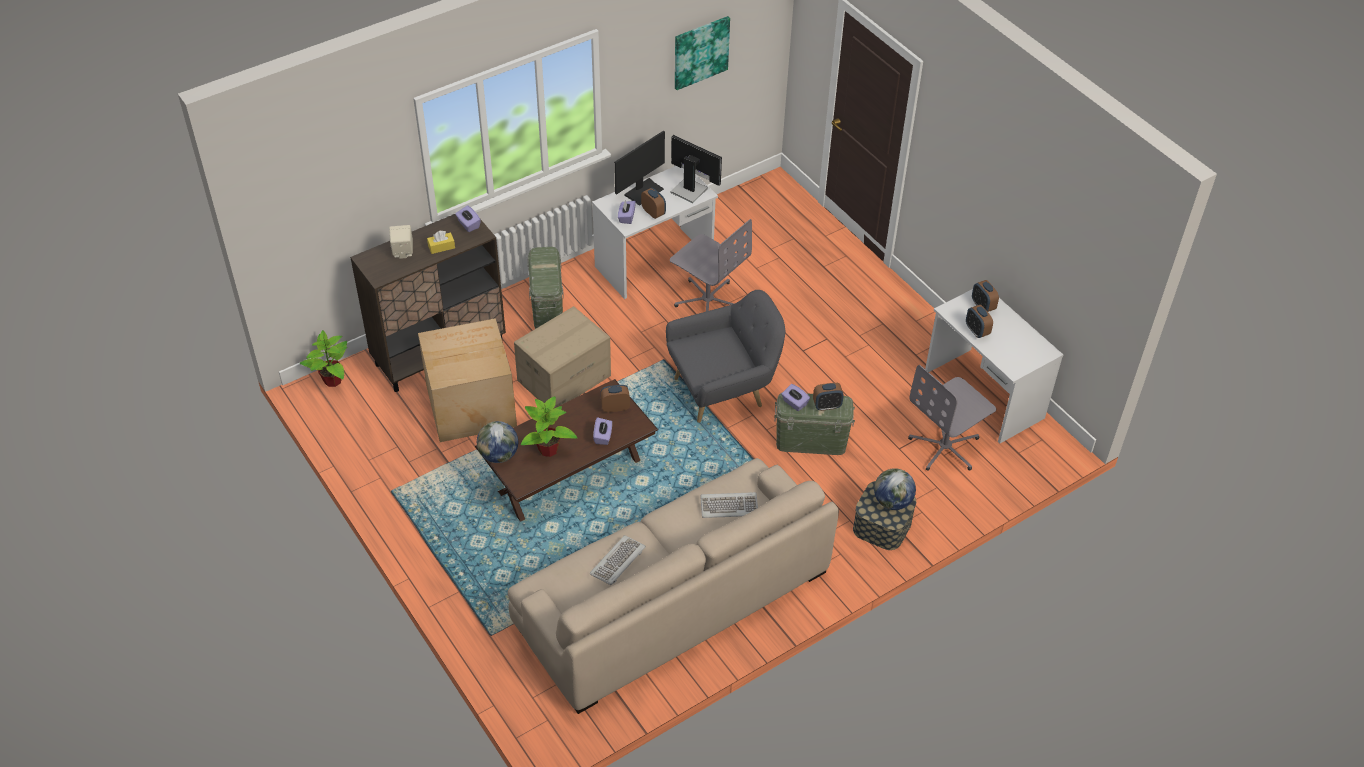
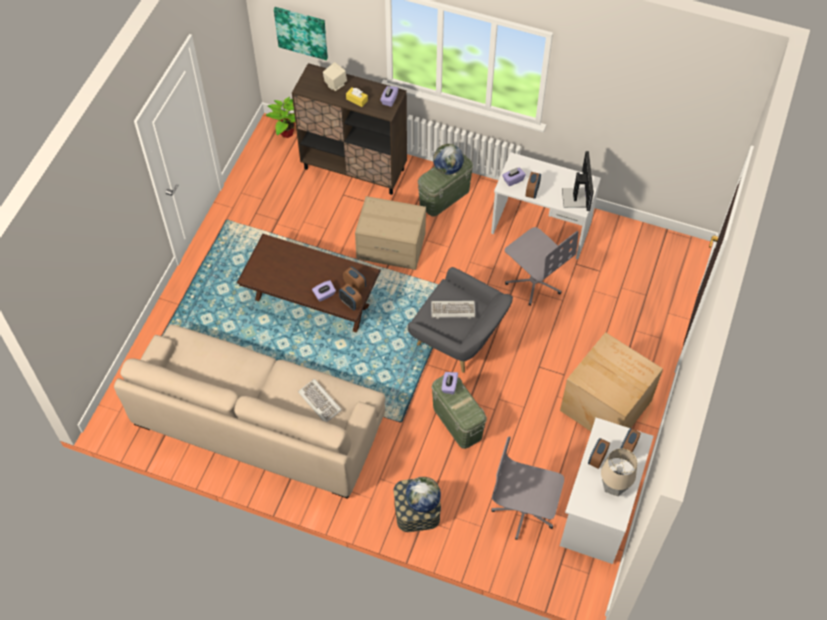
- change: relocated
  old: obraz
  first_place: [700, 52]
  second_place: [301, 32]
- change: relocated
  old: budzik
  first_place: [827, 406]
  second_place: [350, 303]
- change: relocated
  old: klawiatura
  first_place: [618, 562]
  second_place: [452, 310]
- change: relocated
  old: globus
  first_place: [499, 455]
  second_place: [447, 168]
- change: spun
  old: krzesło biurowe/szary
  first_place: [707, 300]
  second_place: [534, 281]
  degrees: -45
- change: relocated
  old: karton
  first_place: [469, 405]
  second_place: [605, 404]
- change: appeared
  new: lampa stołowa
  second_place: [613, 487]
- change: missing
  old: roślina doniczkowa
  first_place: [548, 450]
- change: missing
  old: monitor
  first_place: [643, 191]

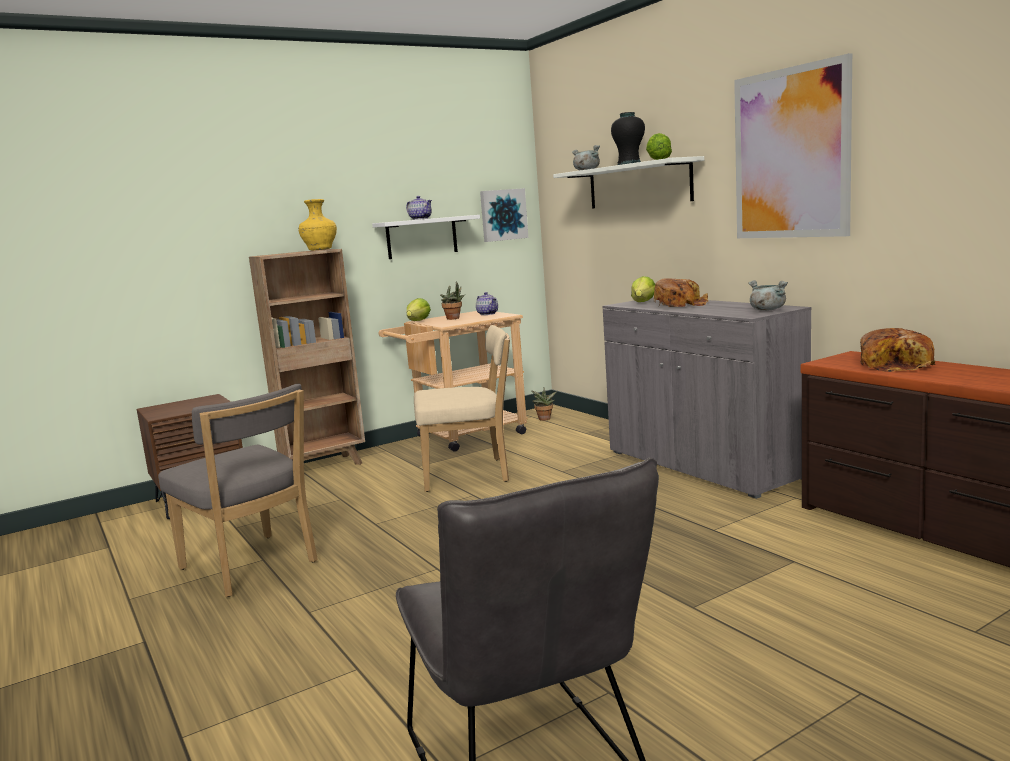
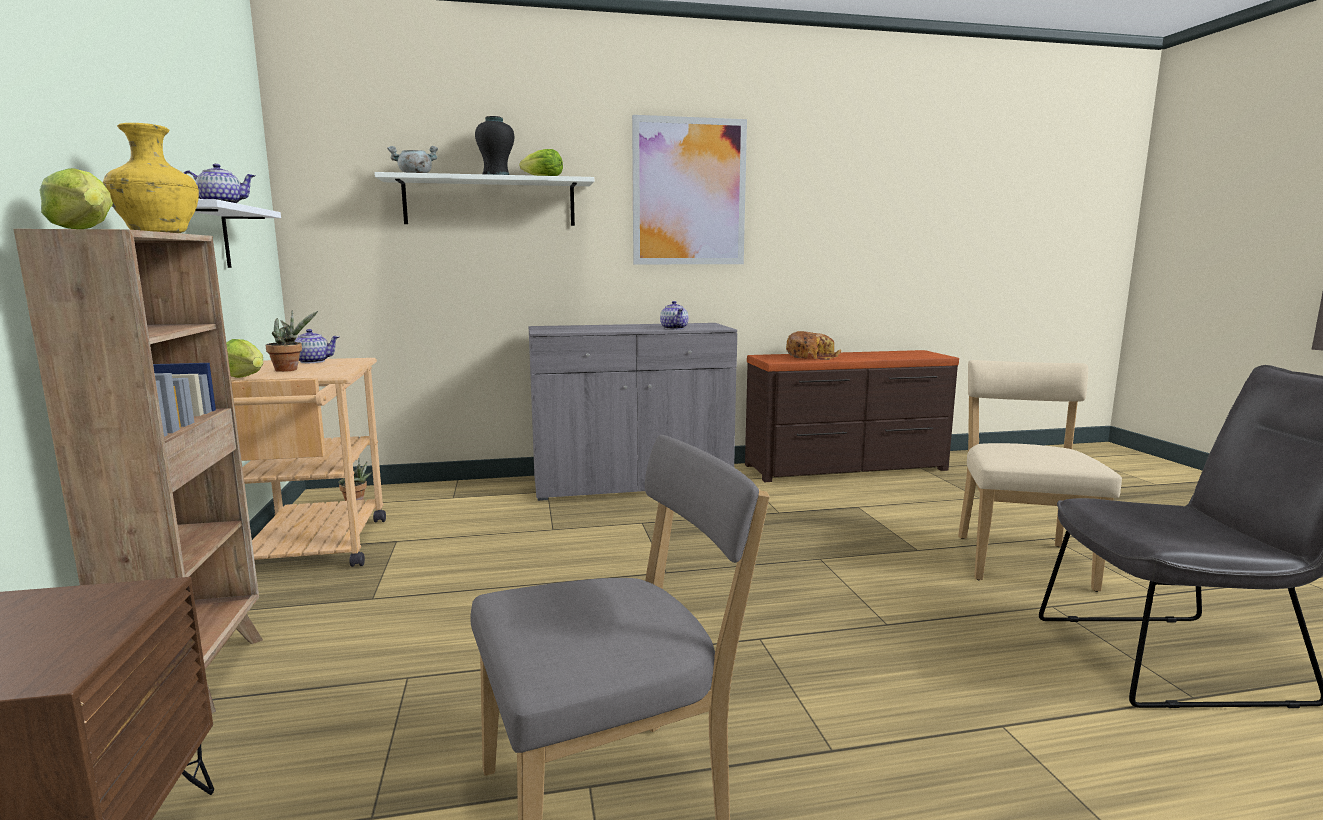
- change: relocated
  old: sałata
  first_place: [643, 302]
  second_place: [85, 229]
- change: appeared
  new: imbryk
  second_place: [674, 328]
- change: relocated
  old: krzesło/beżowy
  first_place: [469, 474]
  second_place: [1020, 559]
- change: missing
  old: obraz
  first_place: [503, 215]
- change: missing
  old: chleb
  first_place: [680, 304]
- change: missing
  old: garnek/szary
  first_place: [766, 310]

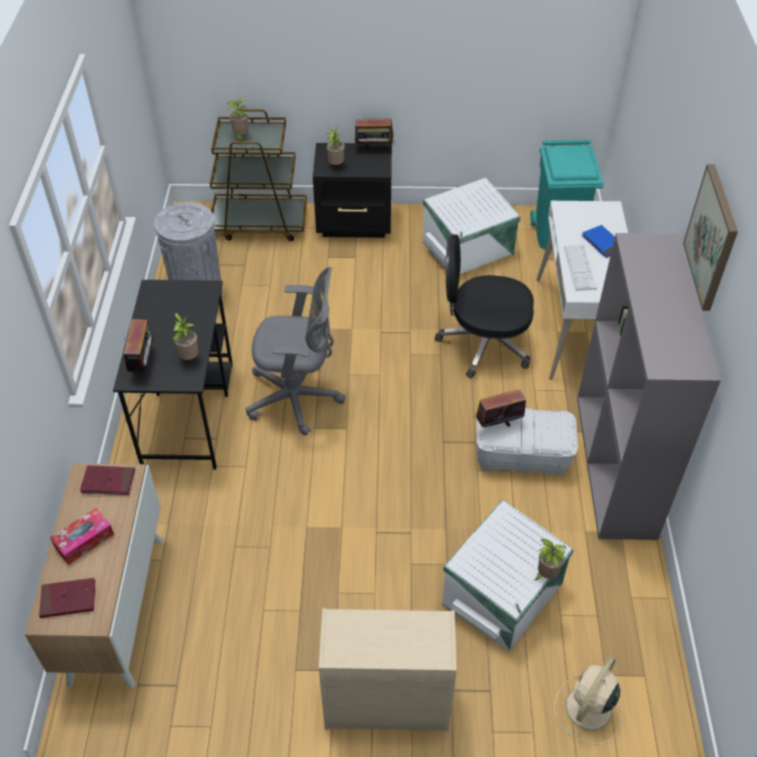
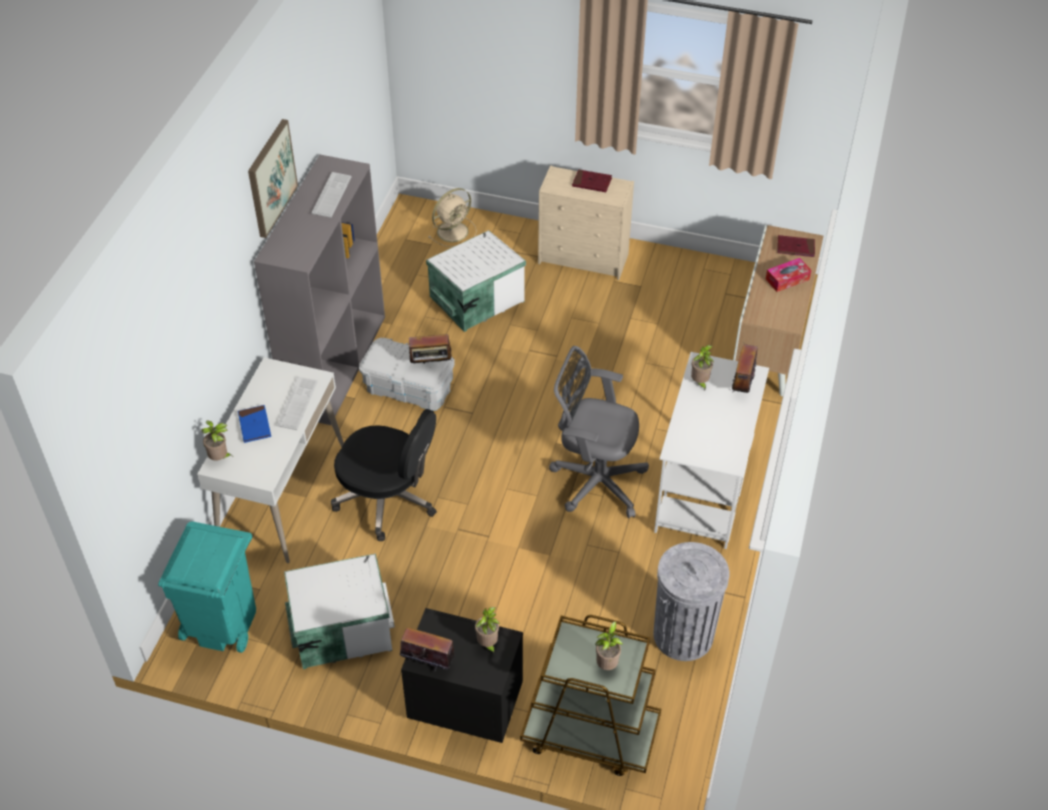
- change: relocated
  old: roślina doniczkowa
  first_place: [545, 574]
  second_place: [220, 458]
- change: appeared
  new: klawiatura
  second_place: [331, 195]
- change: relocated
  old: książka/czerwony
  first_place: [108, 482]
  second_place: [592, 183]
- change: colour
  old: biurko/czarny
  new: biurko/biały
  first_place: [189, 413]
  second_place: [703, 489]

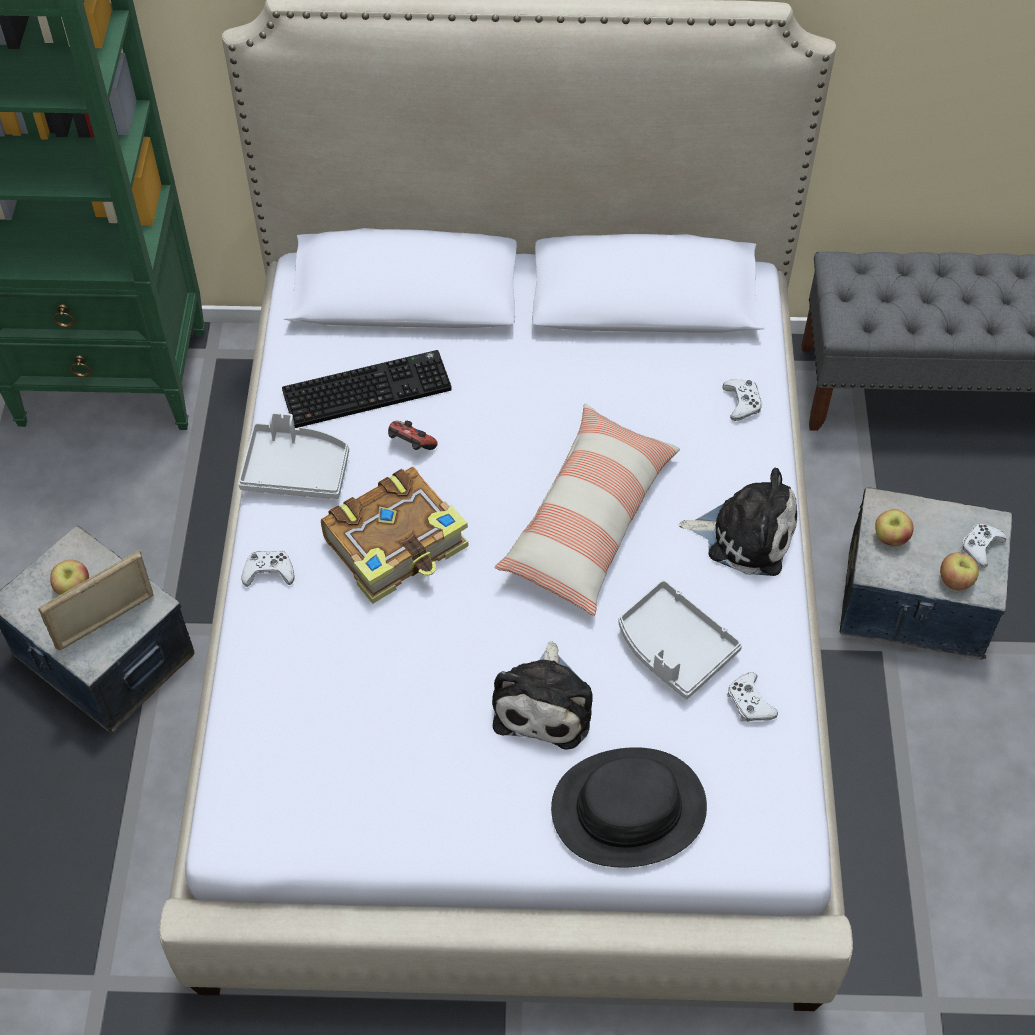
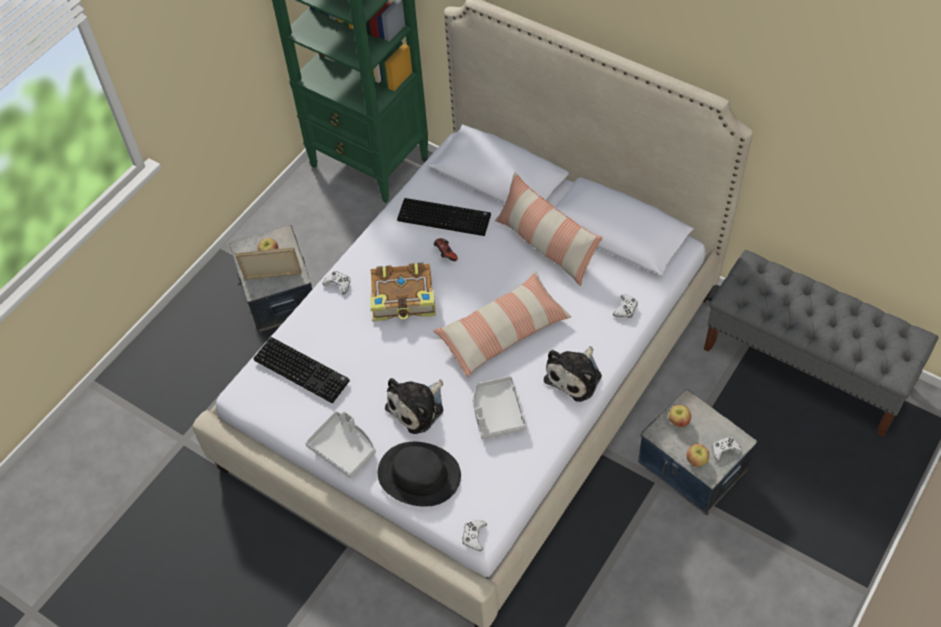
- change: appeared
  new: klawiatura
  second_place: [303, 370]
- change: relocated
  old: taca/szary
  first_place: [296, 470]
  second_place: [344, 448]
- change: relocated
  old: pad do gier/biały
  first_place: [749, 703]
  second_place: [474, 536]
- change: appeared
  new: poduszka
  second_place: [545, 245]
- change: spun
  old: pluszak
  first_place: [745, 534]
  second_place: [575, 376]
  degrees: 75

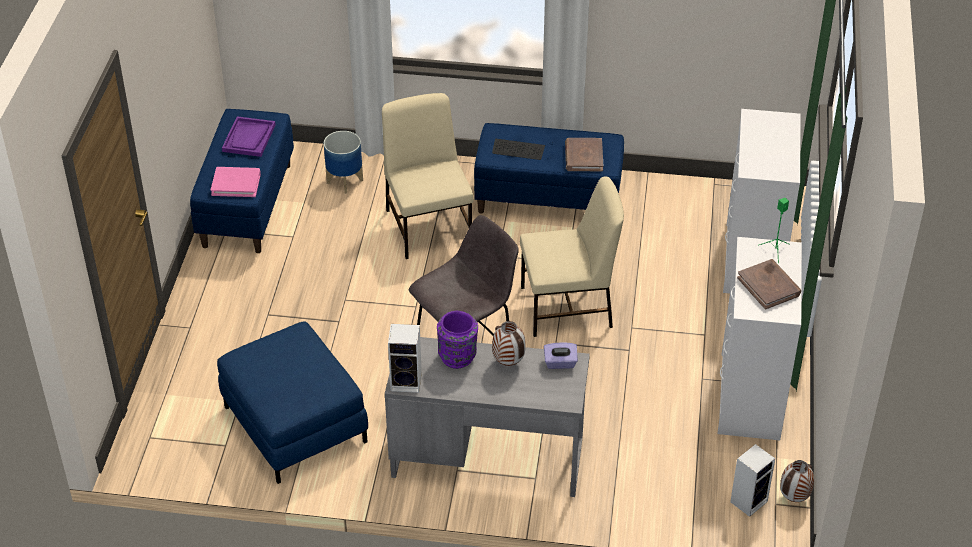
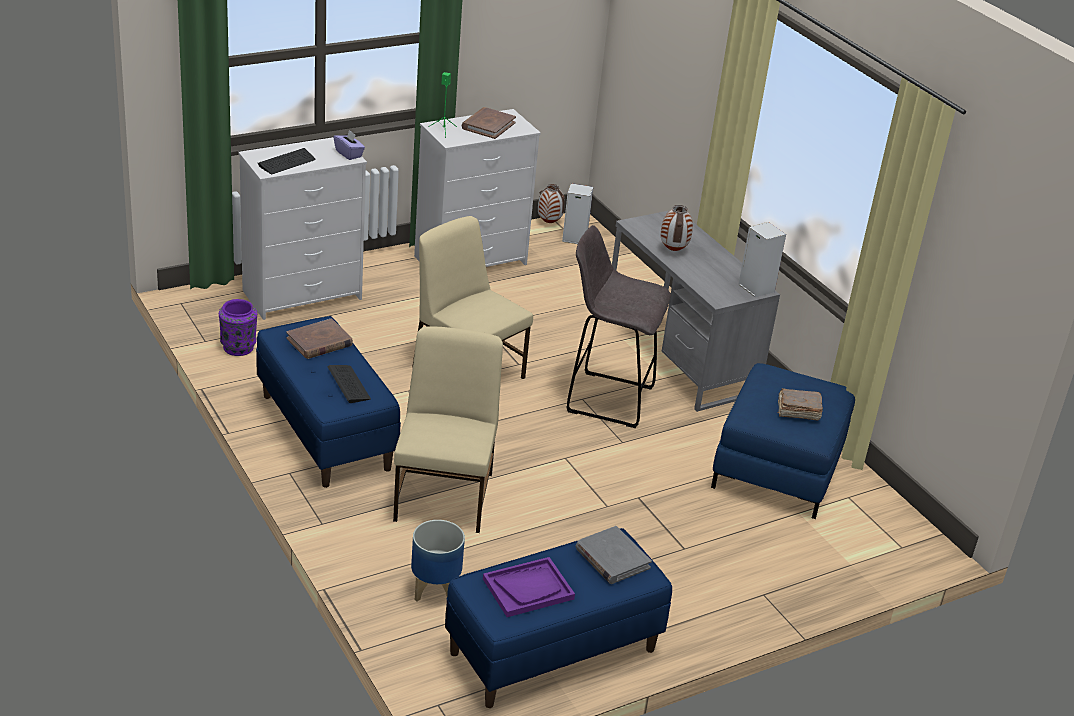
- change: relocated
  old: wazon/fioletowy
  first_place: [458, 357]
  second_place: [238, 347]
- change: appeared
  new: klawiatura
  second_place: [287, 162]
- change: relocated
  old: pudełko chusteczek/fioletowy
  first_place: [560, 363]
  second_place: [349, 154]
- change: spun
  old: krzesło/beżowy
  first_place: [429, 226]
  second_place: [445, 495]
  degrees: 150
- change: colour
  old: książka/różowy
  new: książka/szary
  first_place: [236, 184]
  second_place: [612, 558]
- change: appeared
  new: książka/brązowy
  second_place: [797, 411]

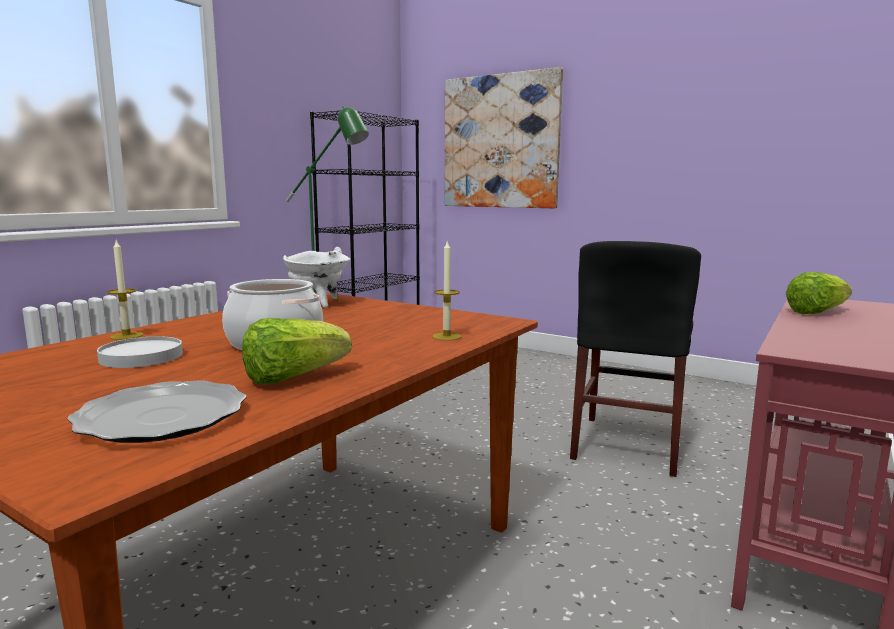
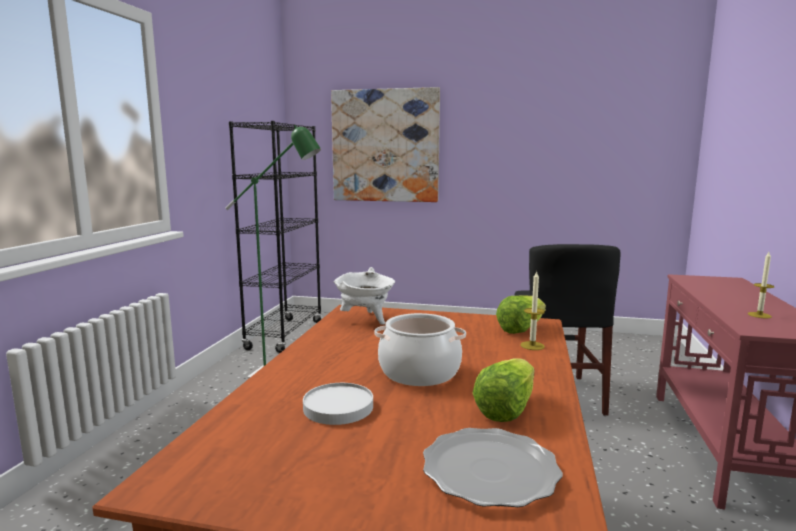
- change: relocated
  old: sałata
  first_place: [816, 312]
  second_place: [520, 329]
- change: relocated
  old: świeca
  first_place: [126, 336]
  second_place: [759, 315]

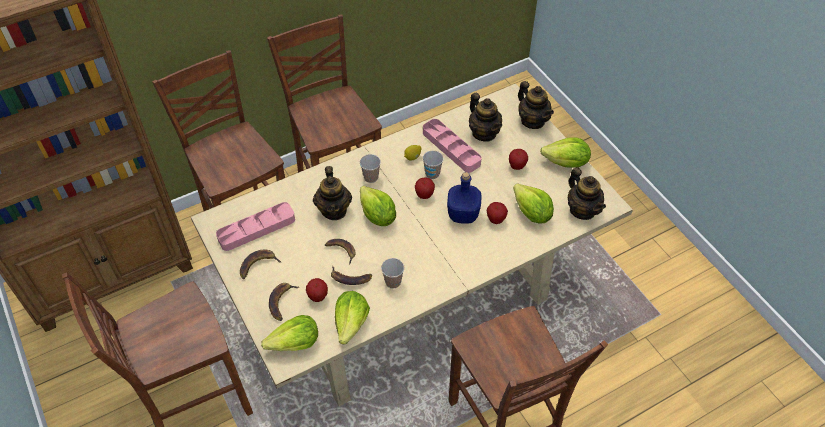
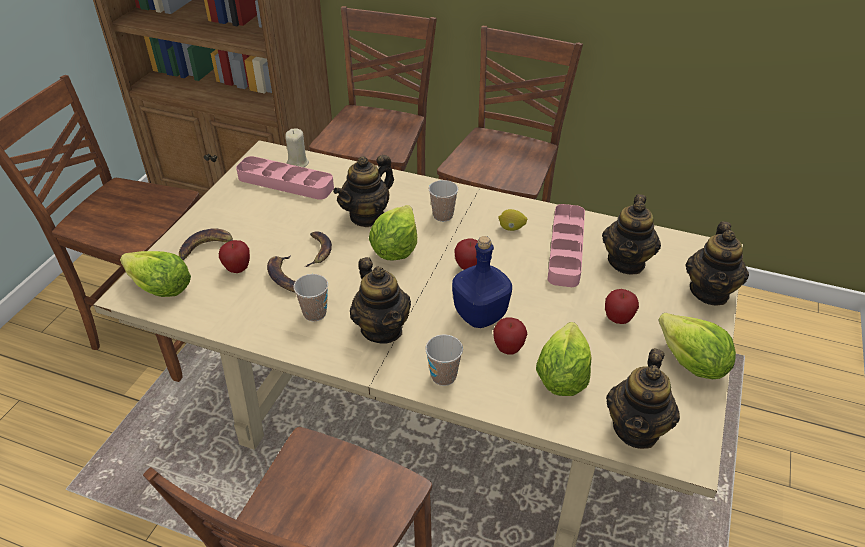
- change: appeared
  new: świeca/beżowy
  second_place: [297, 163]
- change: appeared
  new: imbryk
  second_place: [382, 329]
- change: relocated
  old: filiżanka
  first_place: [432, 174]
  second_place: [443, 376]
- change: missing
  old: banan
  first_place: [258, 265]
- change: missing
  old: sałata
  first_place: [351, 323]

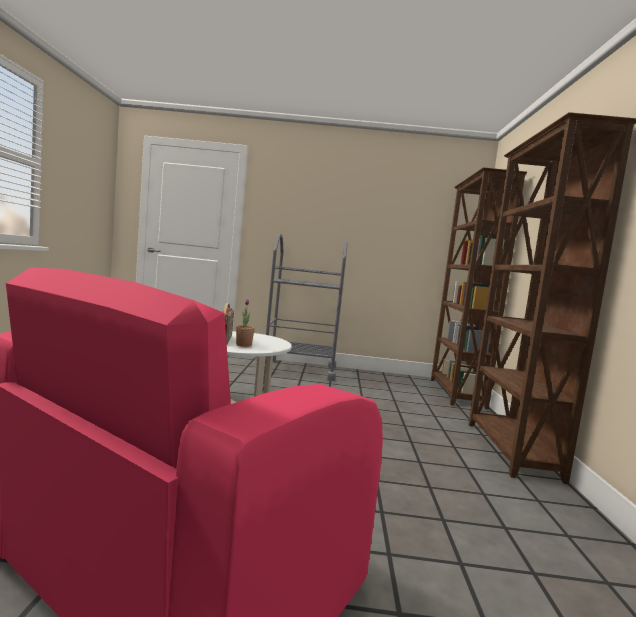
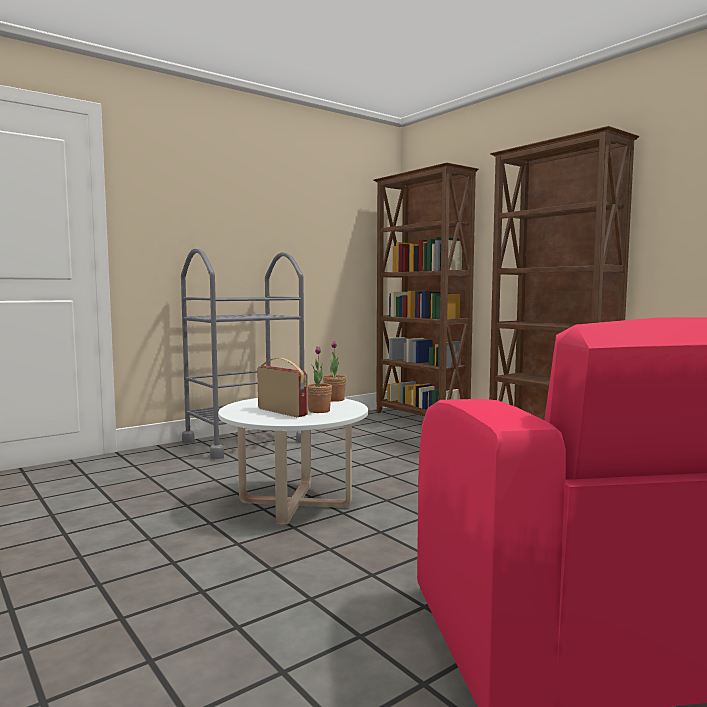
- change: appeared
  new: roślina doniczkowa
  second_place: [334, 400]

